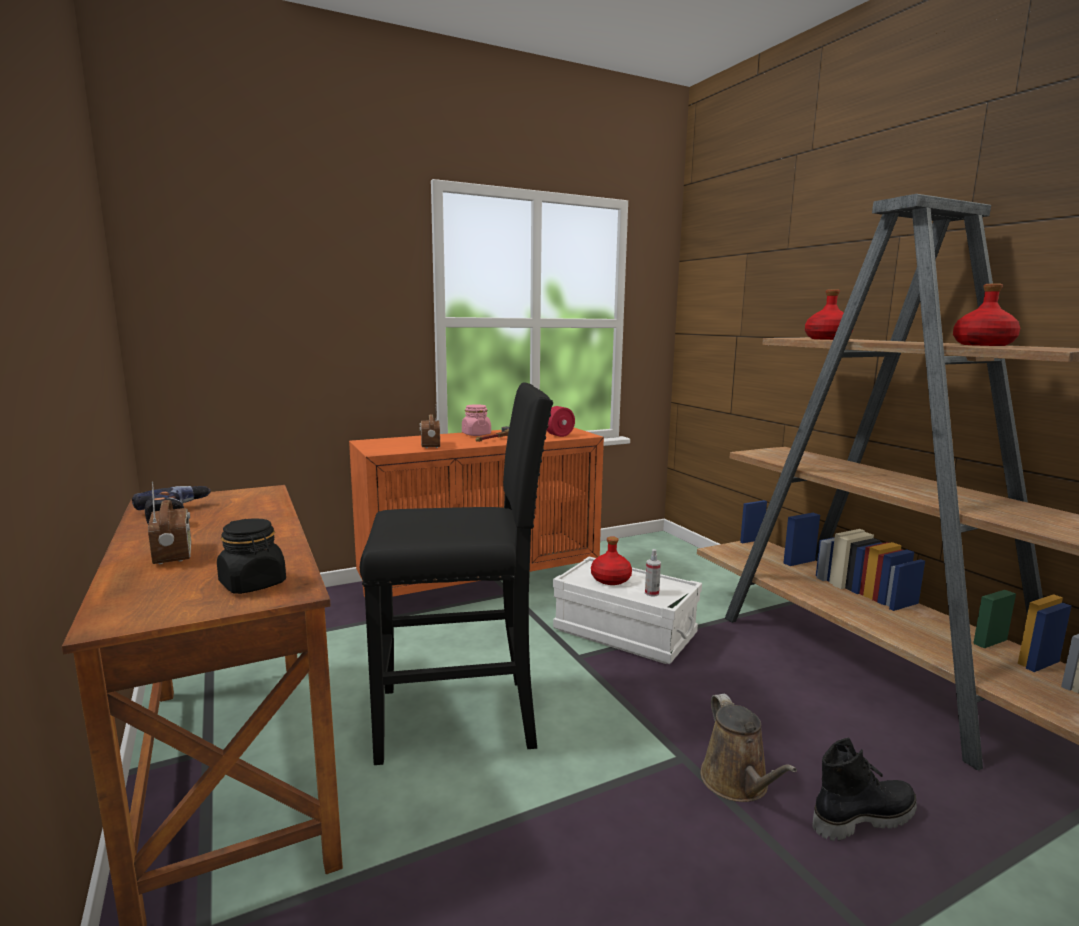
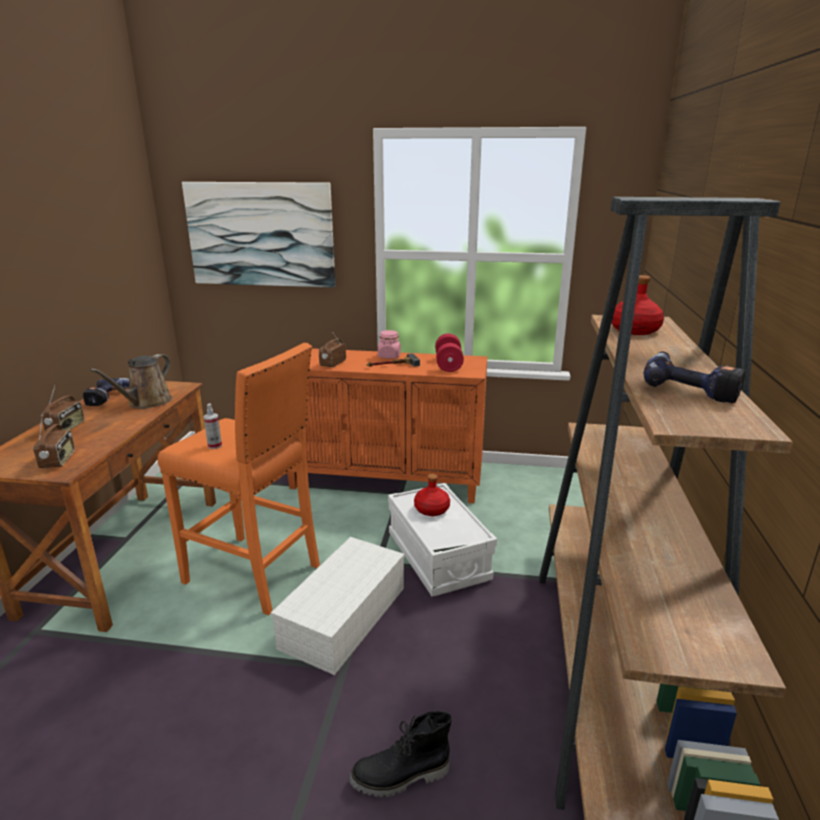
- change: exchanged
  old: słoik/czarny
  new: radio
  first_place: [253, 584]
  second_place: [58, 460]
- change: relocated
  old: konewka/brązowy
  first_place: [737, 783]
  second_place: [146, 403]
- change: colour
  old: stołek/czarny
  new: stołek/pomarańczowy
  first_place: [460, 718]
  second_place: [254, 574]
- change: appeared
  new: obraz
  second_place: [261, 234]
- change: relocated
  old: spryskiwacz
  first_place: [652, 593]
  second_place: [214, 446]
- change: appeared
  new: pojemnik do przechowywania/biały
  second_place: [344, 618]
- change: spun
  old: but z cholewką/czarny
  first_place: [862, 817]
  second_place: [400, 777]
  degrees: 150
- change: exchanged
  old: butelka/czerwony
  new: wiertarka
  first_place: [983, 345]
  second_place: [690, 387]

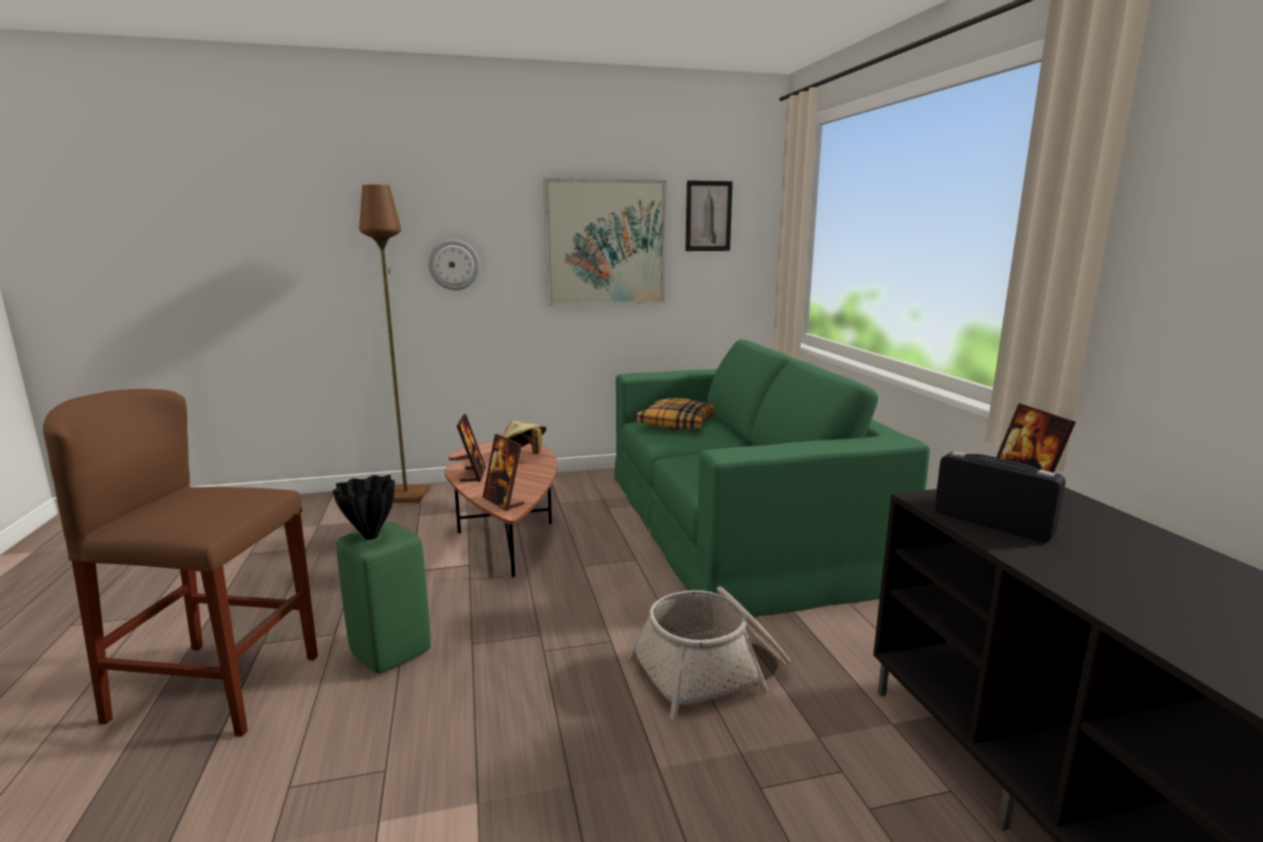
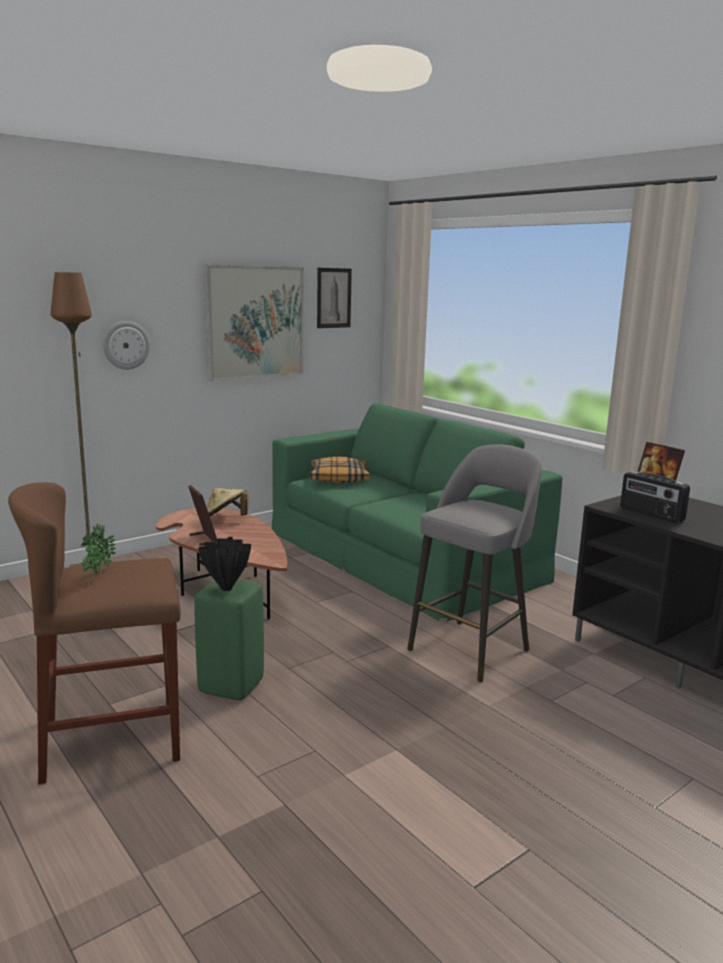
- change: appeared
  new: roślina doniczkowa
  second_place: [96, 575]
- change: exchanged
  old: koszyk
  new: stołek/szary
  first_place: [712, 670]
  second_place: [471, 649]
- change: spun
  old: radio
  first_place: [992, 523]
  second_place: [651, 514]
  degrees: -150
- change: missing
  old: ramka na zdjęcie
  first_place: [503, 501]

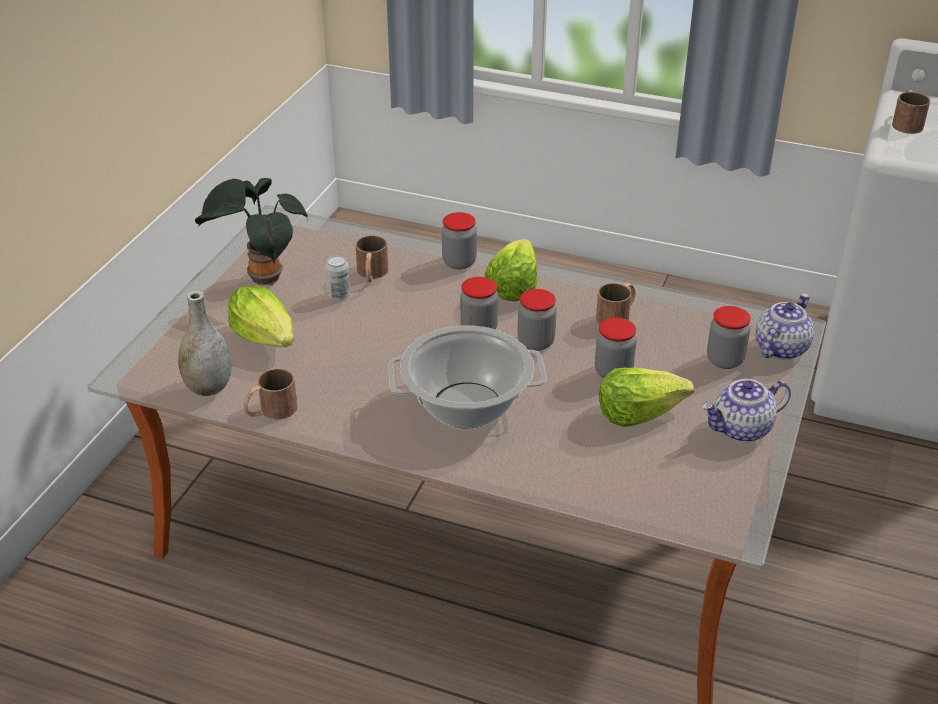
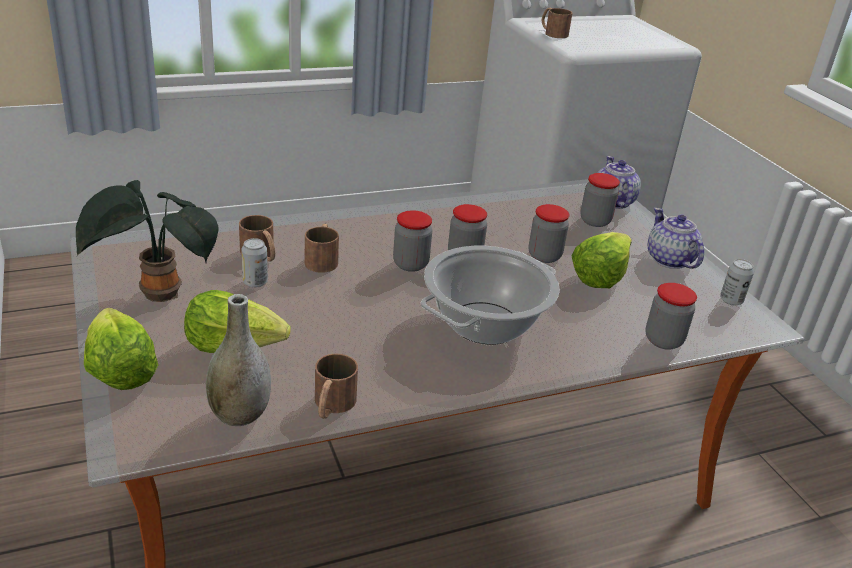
- change: relocated
  old: sałata
  first_place: [513, 286]
  second_place: [120, 370]
- change: relocated
  old: kubek/brązowy
  first_place: [617, 315]
  second_place: [322, 259]
- change: relocated
  old: słoik
  first_place: [459, 262]
  second_place: [663, 340]
- change: spun
  old: imbryk
  first_place: [741, 429]
  second_place: [668, 259]
  degrees: 135
- change: appeared
  new: puszka
  second_place: [731, 300]

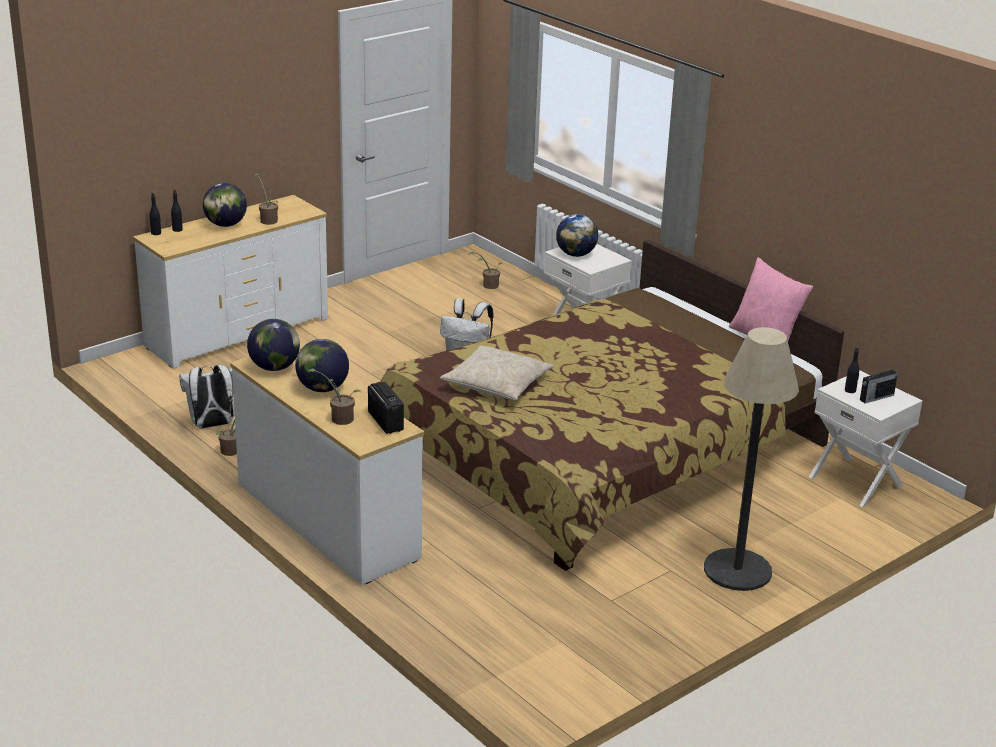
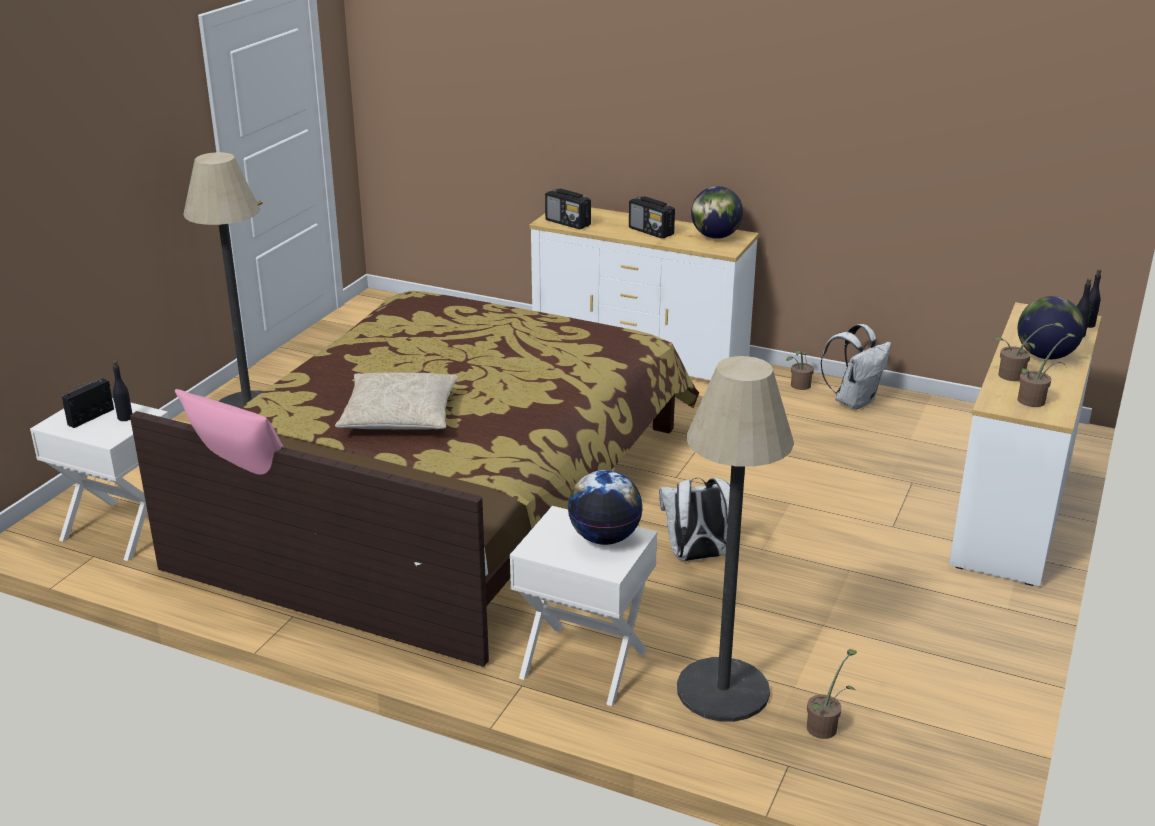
- change: relocated
  old: poduszka/beżowy
  first_place: [497, 383]
  second_place: [399, 415]
- change: exchanged
  old: globus
  new: radio
  first_place: [322, 388]
  second_place: [651, 231]
- change: appeared
  new: lampa stojąca
  second_place: [722, 690]
- change: relocated
  old: roślina doniczkowa
  first_place: [339, 418]
  second_place: [1035, 400]

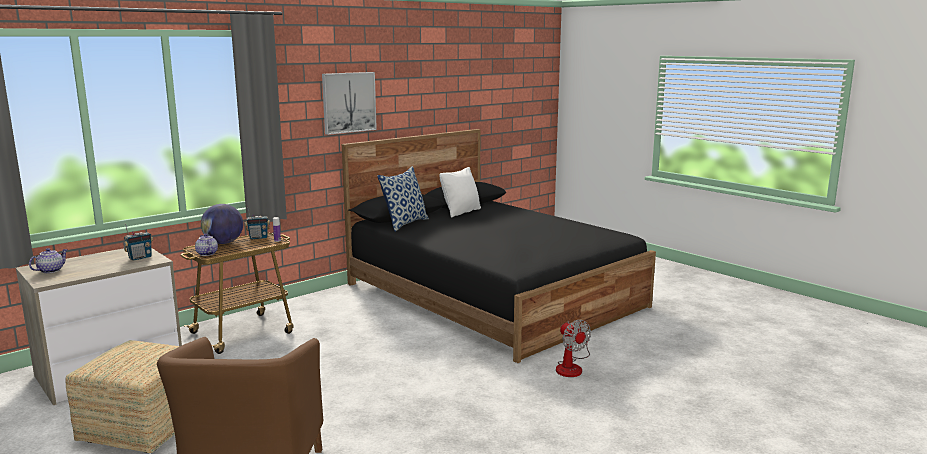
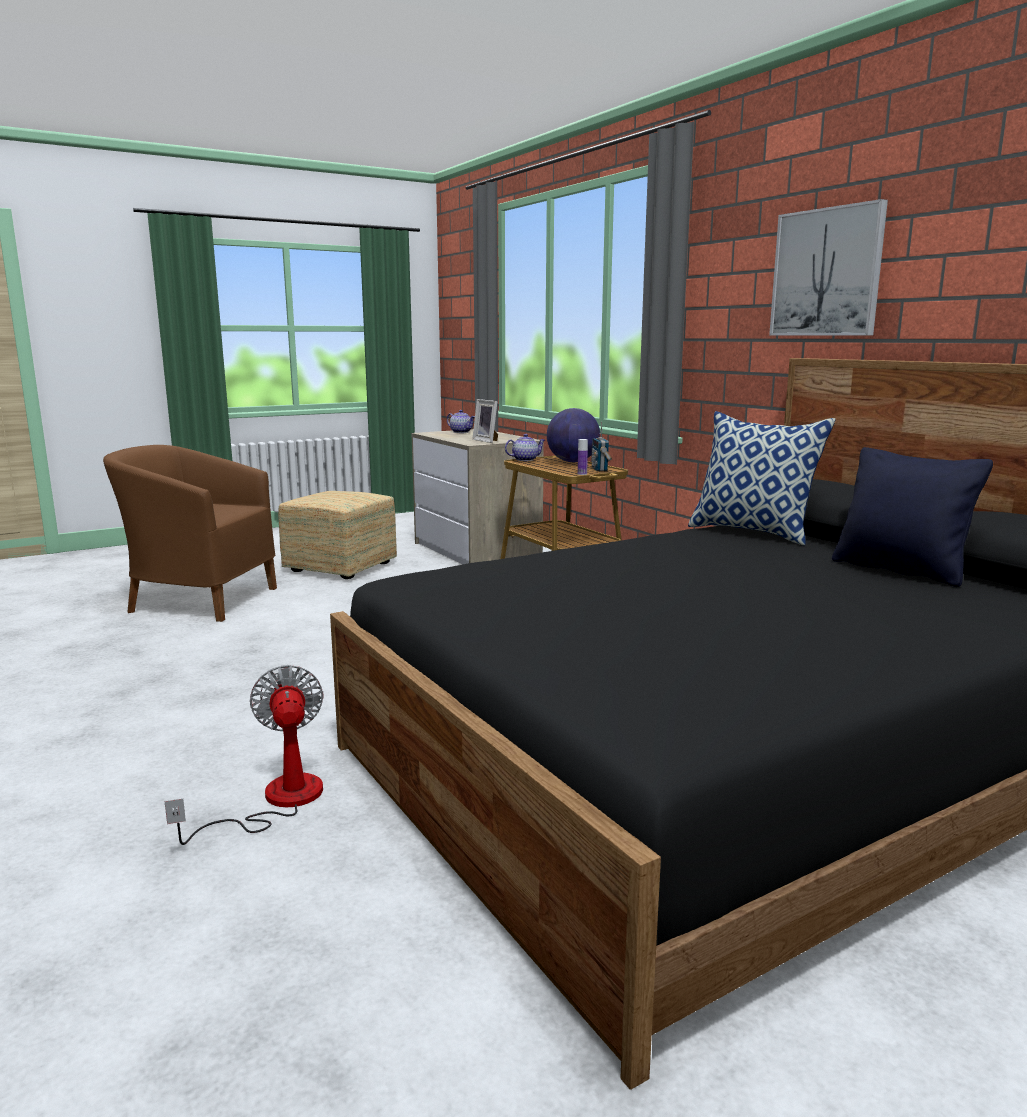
- change: spun
  old: wentylator
  first_place: [571, 367]
  second_place: [276, 802]
  degrees: 90
- change: exchanged
  old: radio
  new: ramka na zdjęcie
  first_place: [140, 258]
  second_place: [487, 441]
- change: colour
  old: poduszka/biały
  new: poduszka/czarny
  first_place: [461, 212]
  second_place: [900, 570]

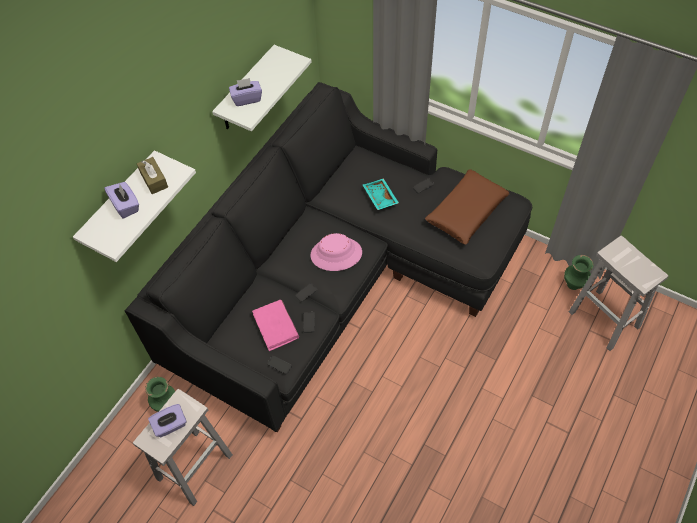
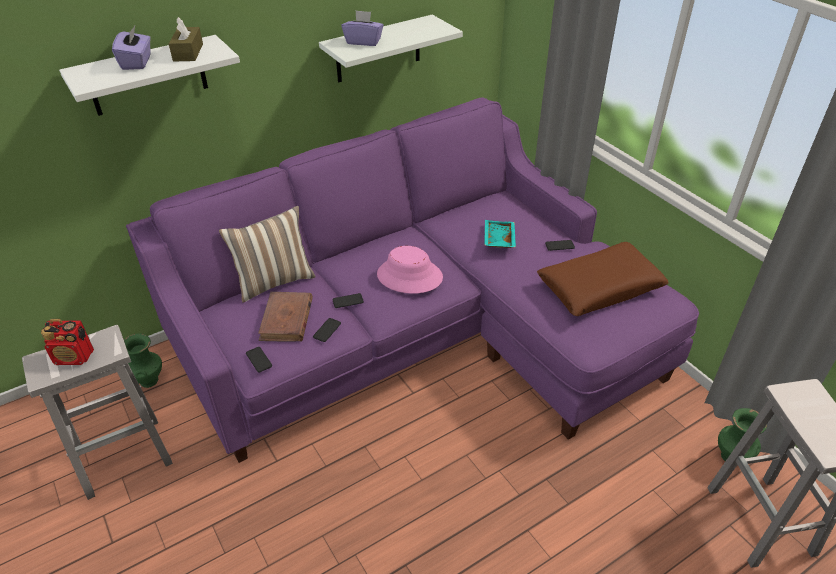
- change: exchanged
  old: pudełko chusteczek/fioletowy
  new: radio
  first_place: [170, 425]
  second_place: [74, 357]
- change: colour
  old: kanapa/czarny
  new: kanapa/fioletowy
  first_place: [338, 279]
  second_place: [421, 333]
- change: appeared
  new: poduszka
  second_place: [274, 281]
- change: colour
  old: książka/różowy
  new: książka/brązowy
  first_place: [276, 326]
  second_place: [286, 319]

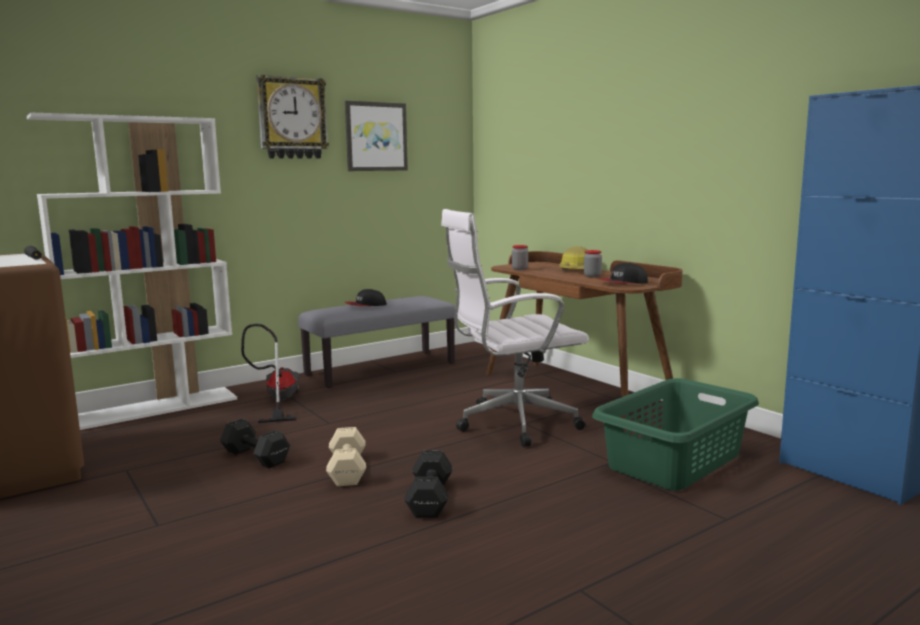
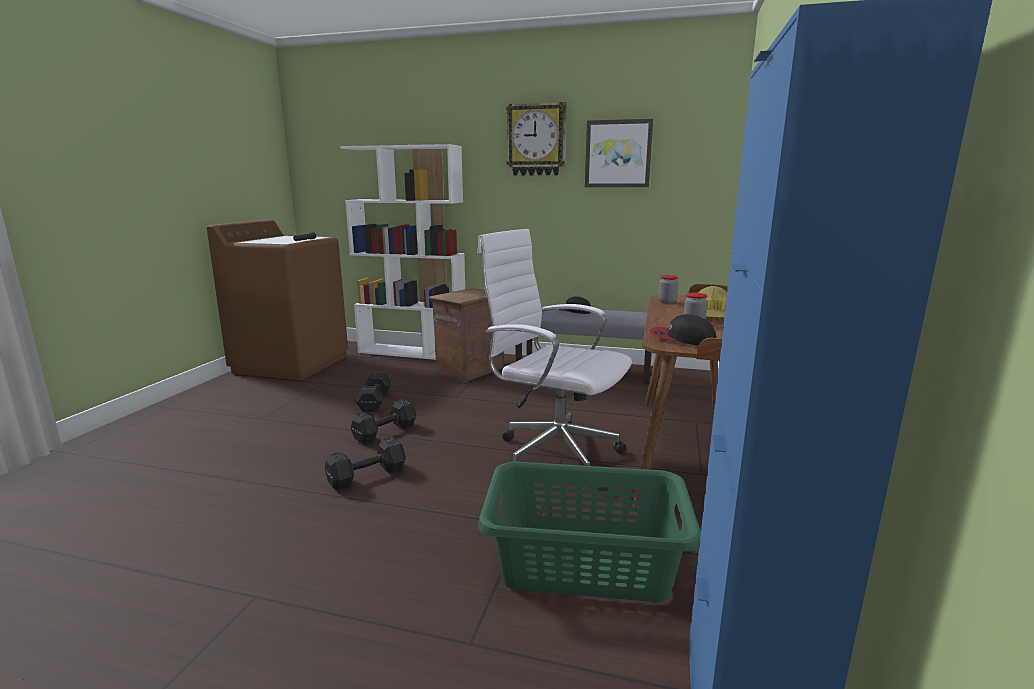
- change: colour
  old: hantel/beżowy
  new: hantel/czarny
  first_place: [348, 469]
  second_place: [386, 432]
- change: exchanged
  old: odkurzacz
  new: skrzynka
  first_place: [277, 401]
  second_place: [469, 371]

